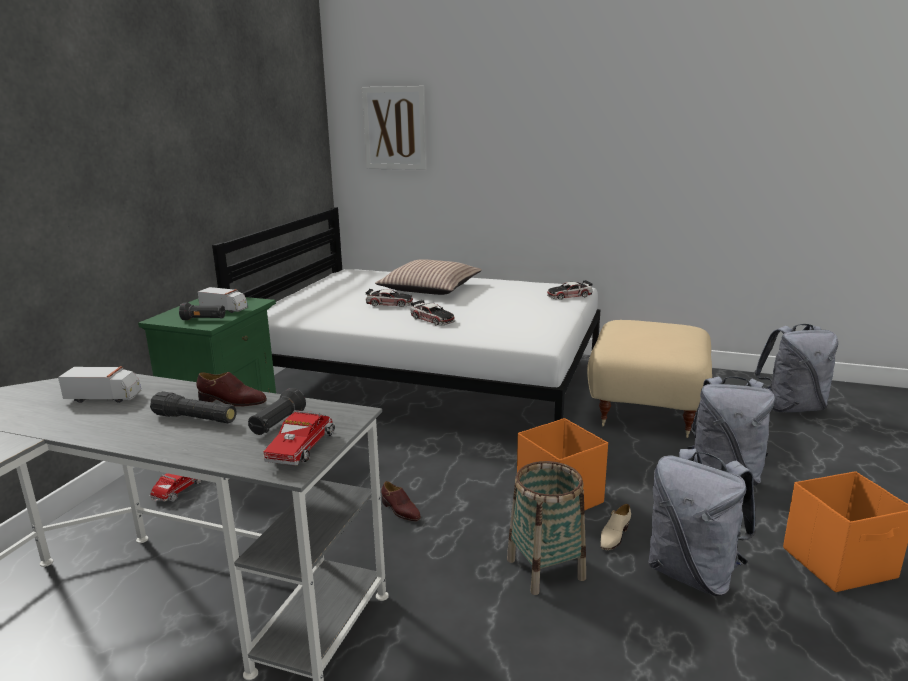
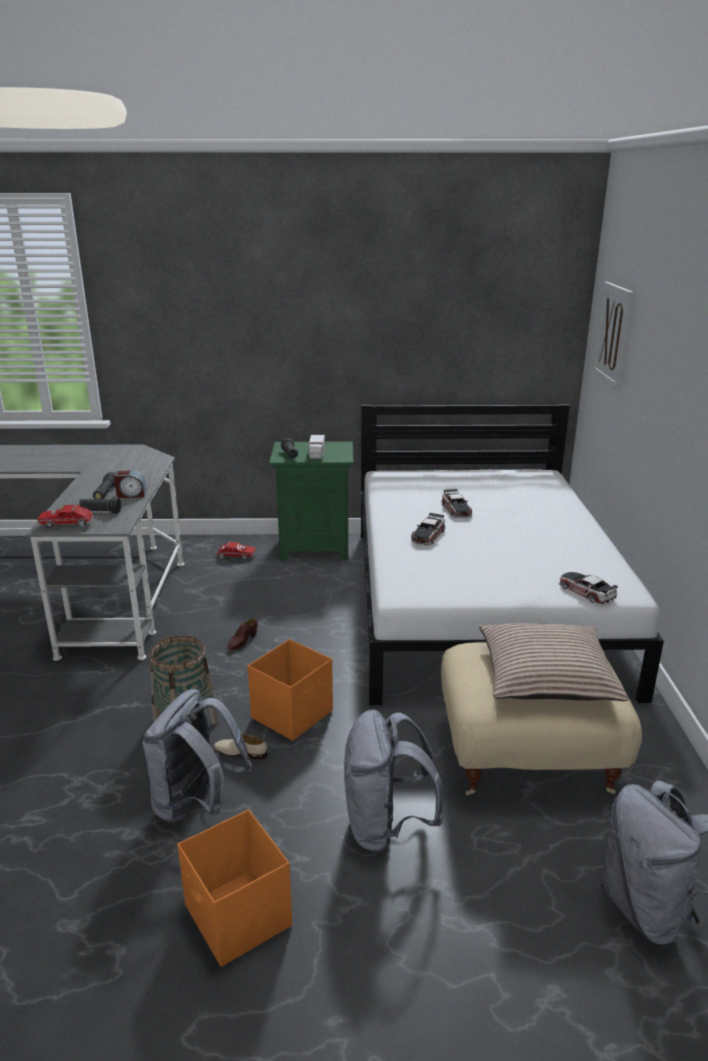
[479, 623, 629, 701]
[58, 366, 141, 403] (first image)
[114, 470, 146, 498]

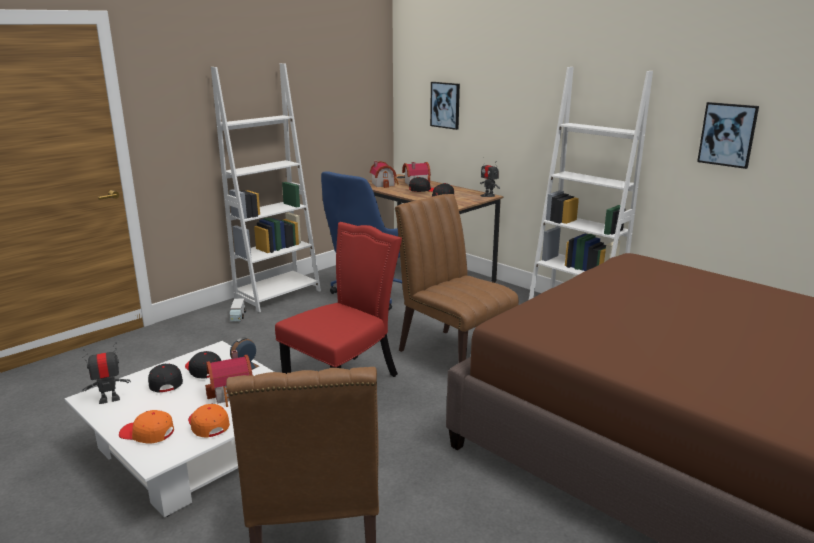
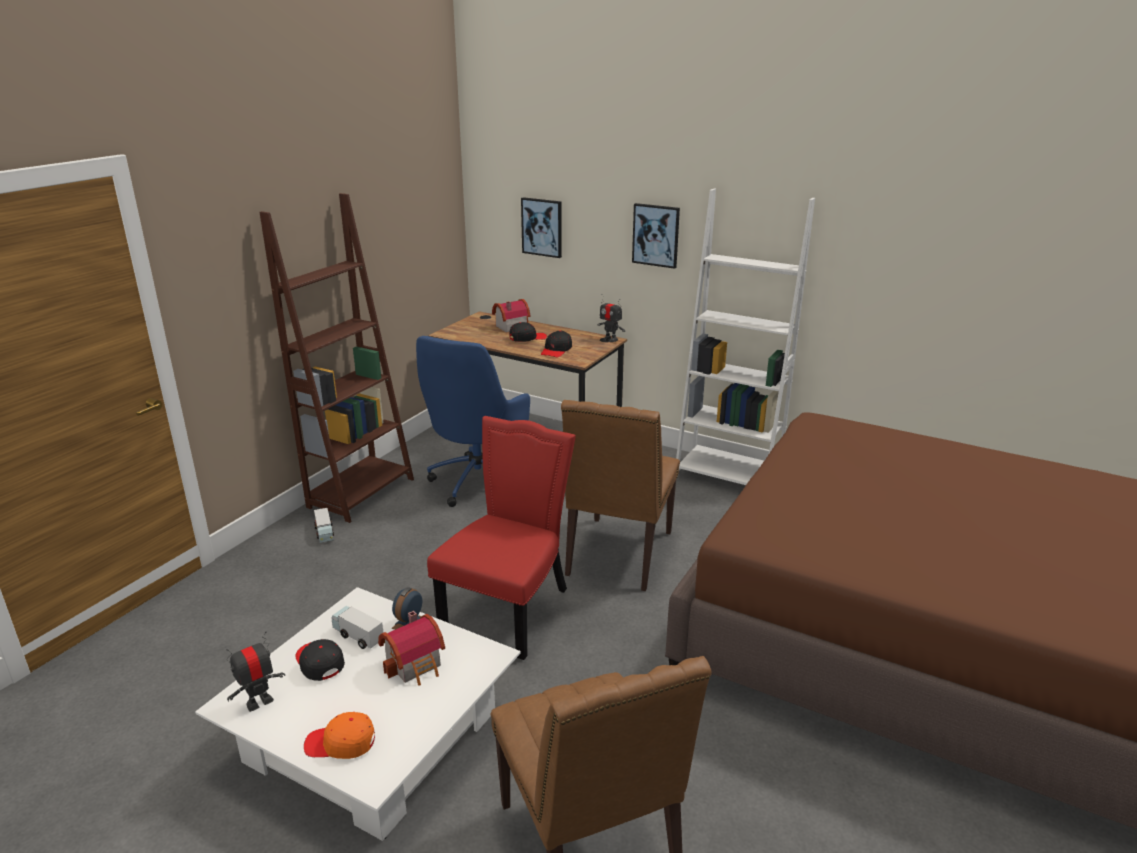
[260, 193, 414, 523]
[632, 203, 680, 269]
[370, 161, 399, 188] (first image)
[561, 400, 680, 591]
[331, 606, 383, 649]
[188, 404, 230, 438] (first image)

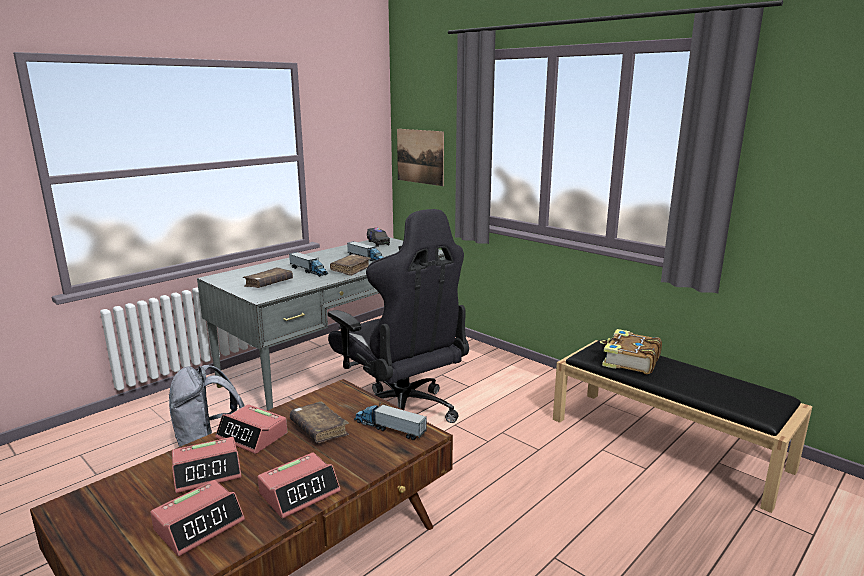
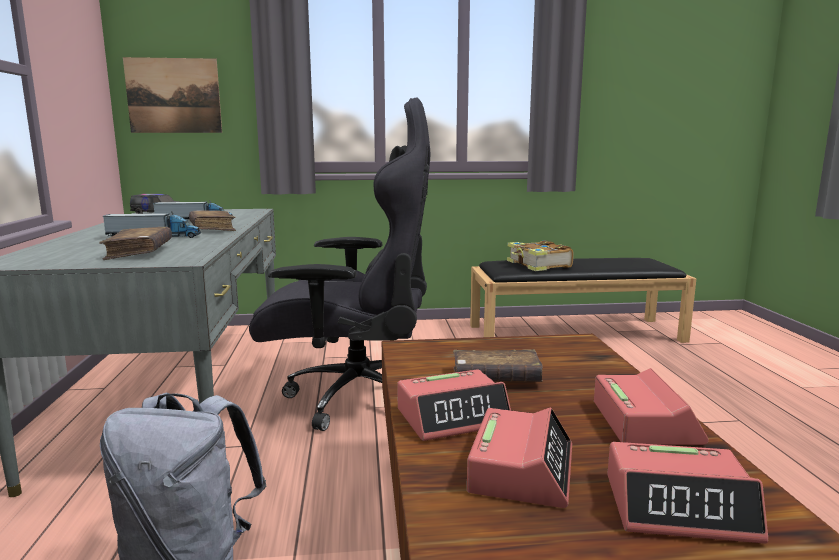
[354, 402, 427, 440] (first image)
[607, 442, 768, 544]

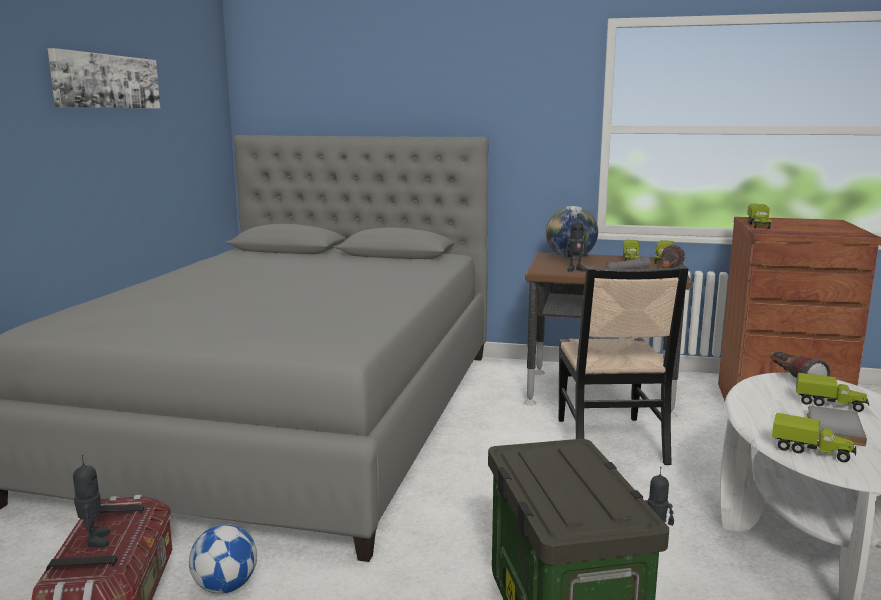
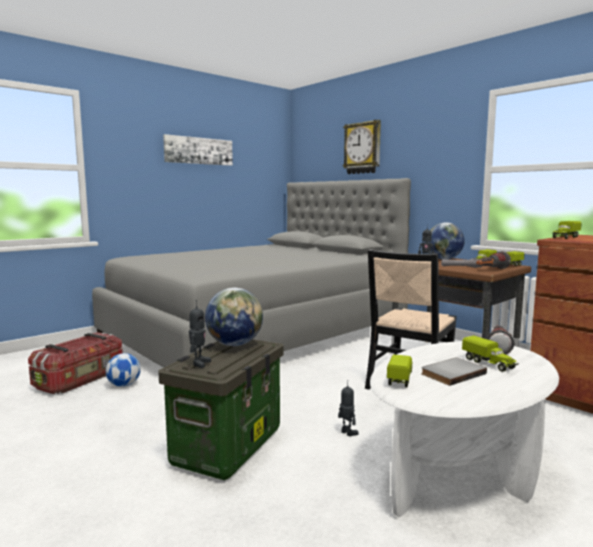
[387, 354, 413, 387]
[189, 300, 211, 368]
[343, 120, 381, 174]
[205, 288, 263, 346]

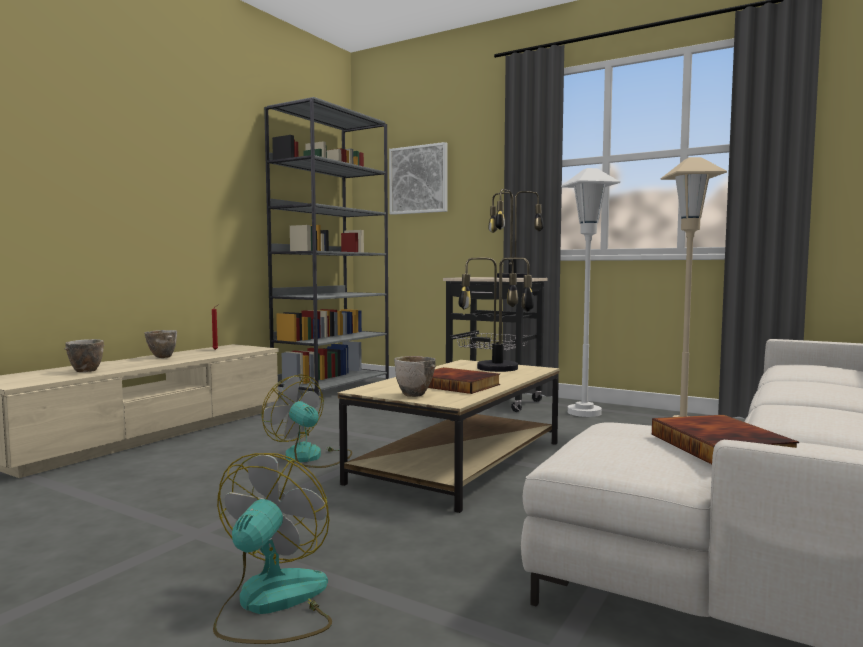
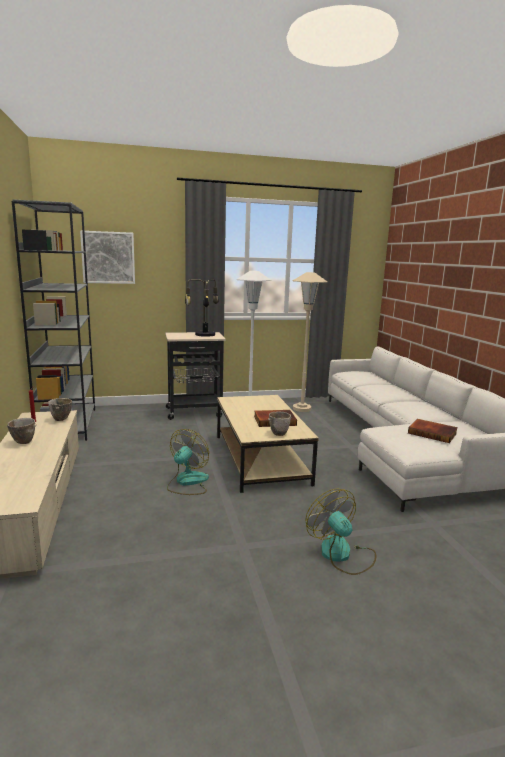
[459, 257, 534, 372] (first image)
[48, 398, 72, 421]
[167, 429, 209, 495]

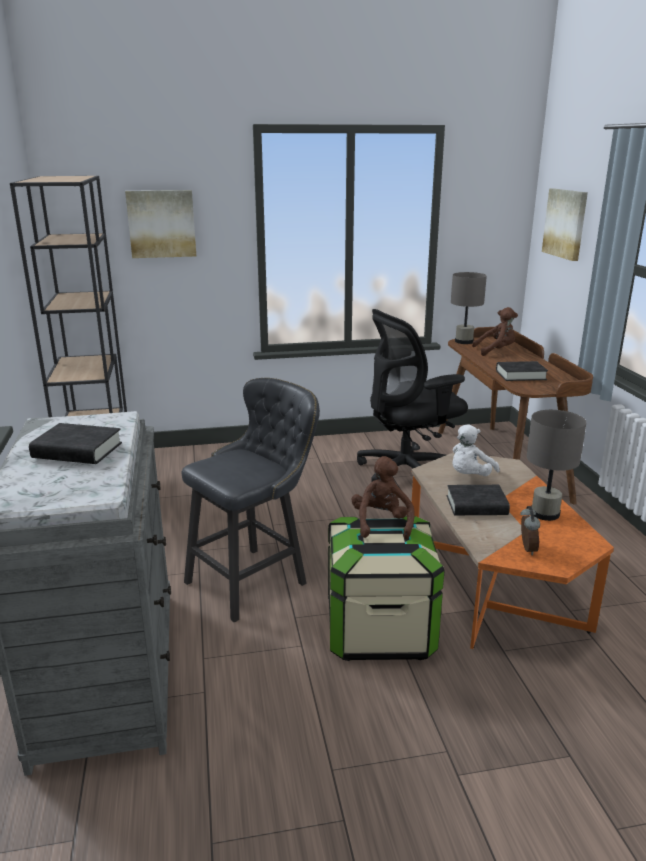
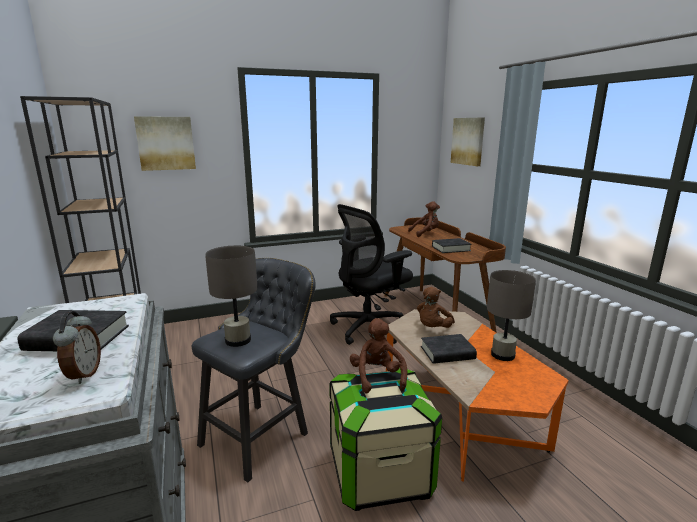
[205, 246, 257, 347]
[417, 287, 455, 328]
[53, 311, 101, 384]

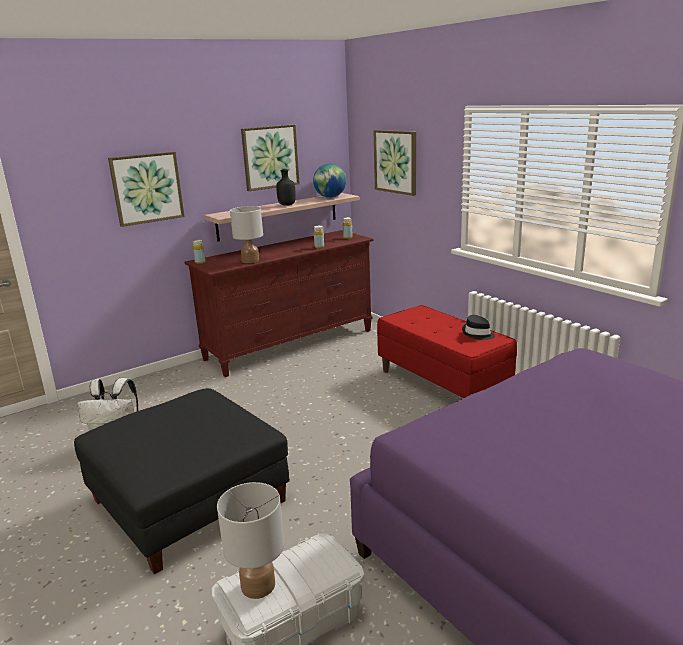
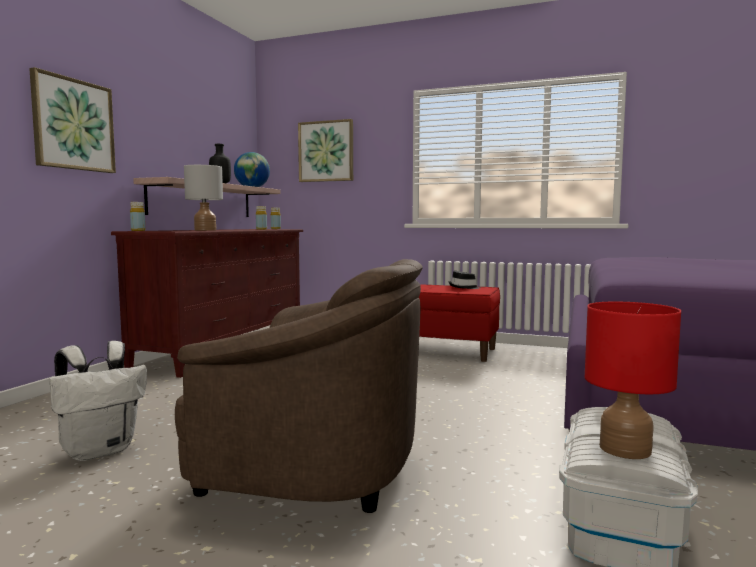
[241, 124, 300, 191] (first image)
[175, 259, 423, 513]
[585, 302, 681, 459]

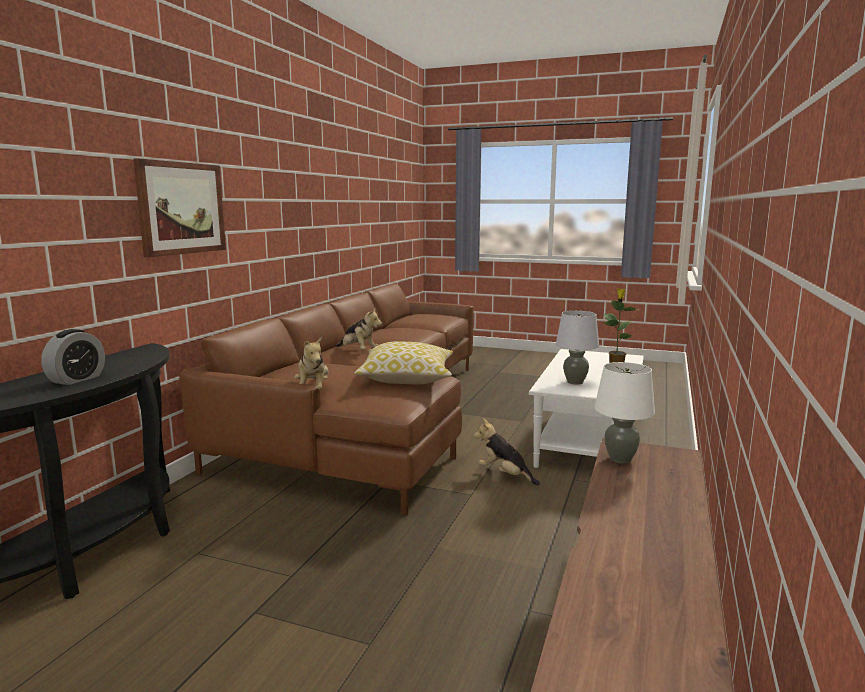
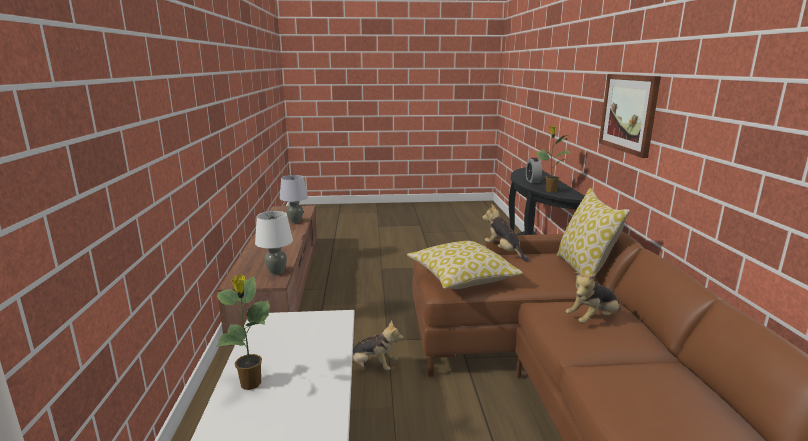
[566, 272, 621, 323]
[280, 175, 308, 223]
[535, 126, 570, 192]
[557, 188, 630, 276]

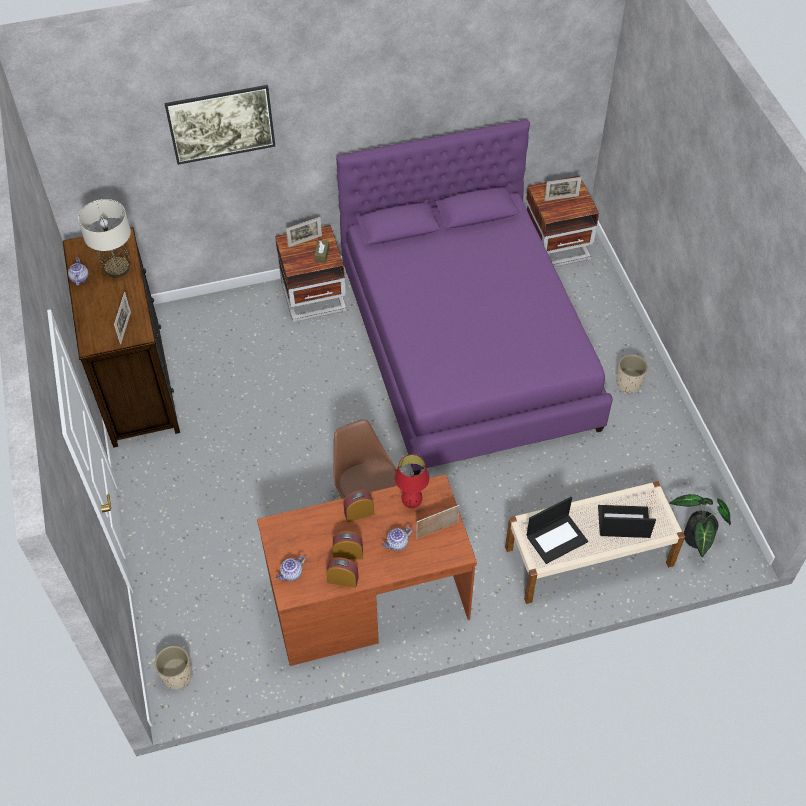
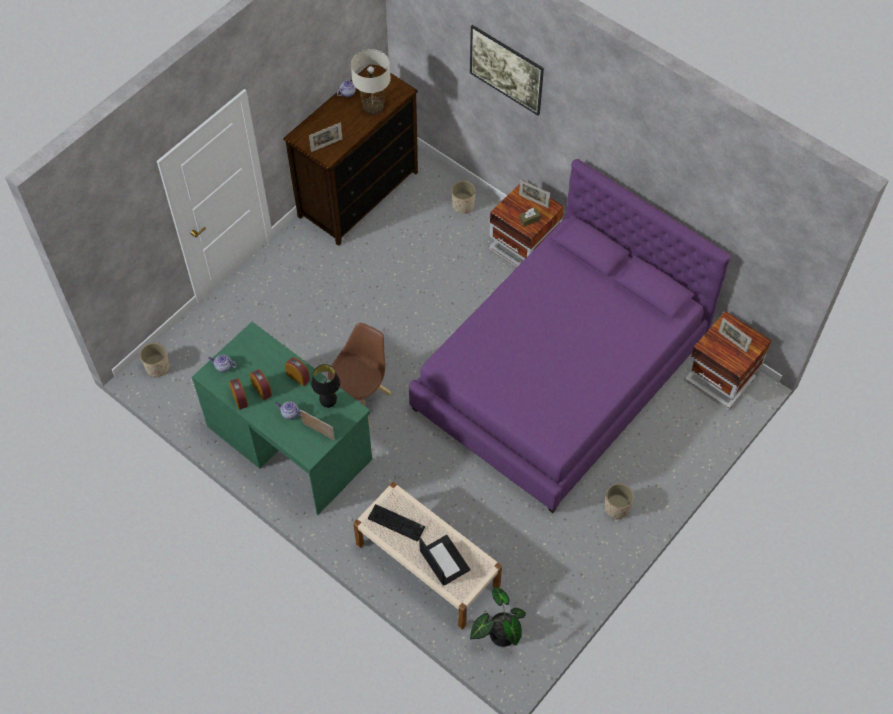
[311, 364, 340, 408]
[192, 322, 372, 515]
[368, 504, 425, 542]
[451, 181, 476, 214]

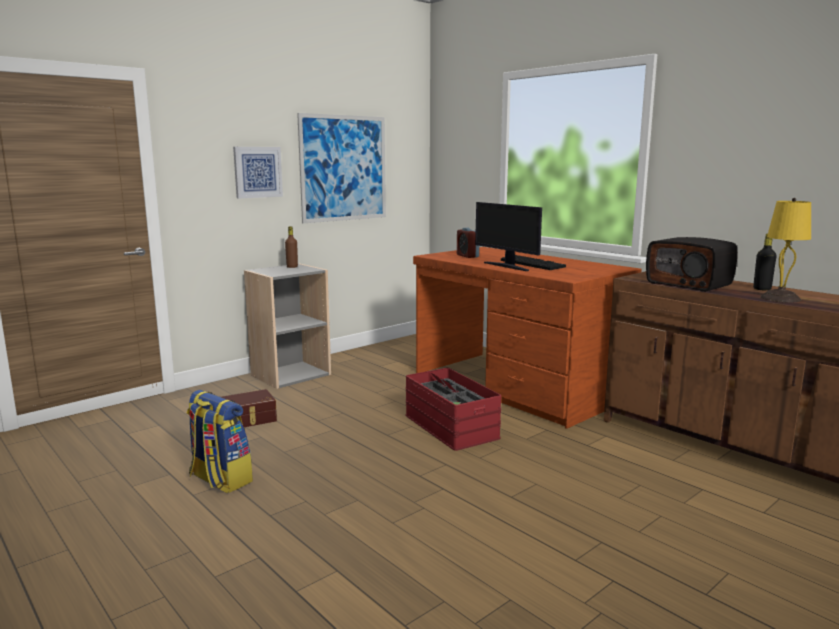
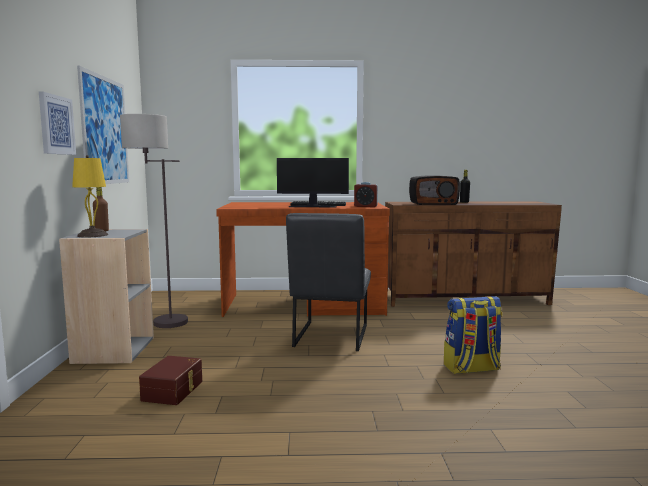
[72, 155, 109, 237]
[354, 182, 378, 207]
[286, 213, 371, 351]
[444, 296, 503, 374]
[120, 114, 188, 328]

